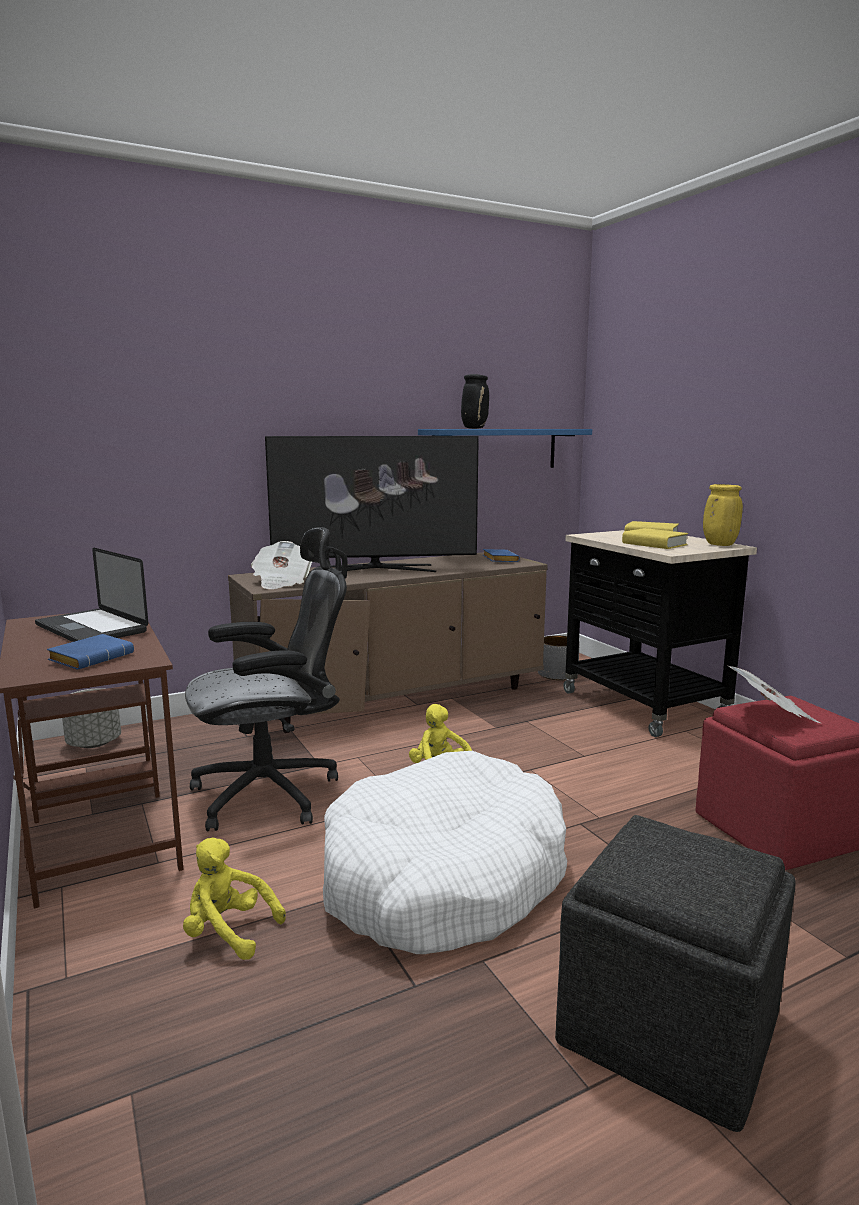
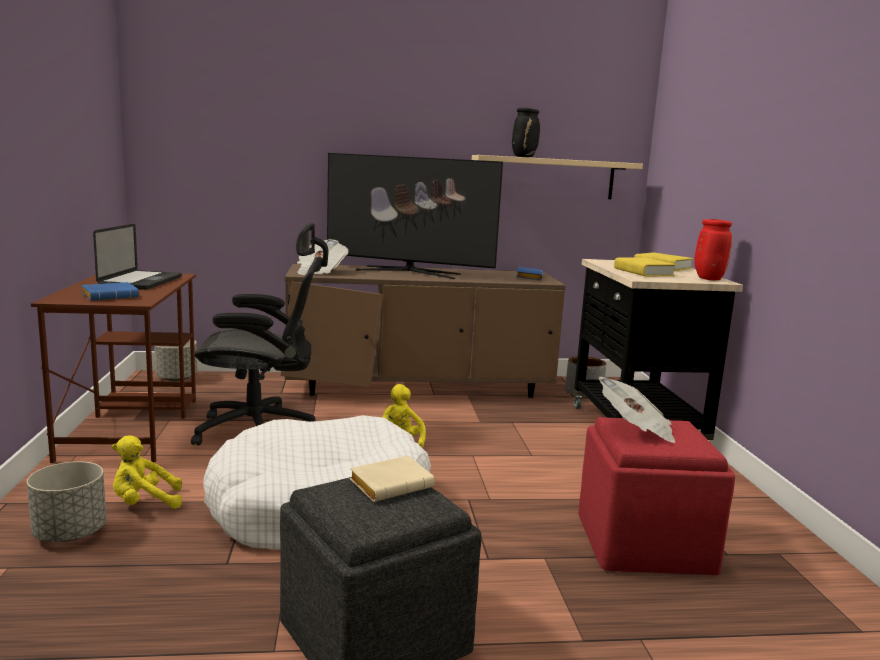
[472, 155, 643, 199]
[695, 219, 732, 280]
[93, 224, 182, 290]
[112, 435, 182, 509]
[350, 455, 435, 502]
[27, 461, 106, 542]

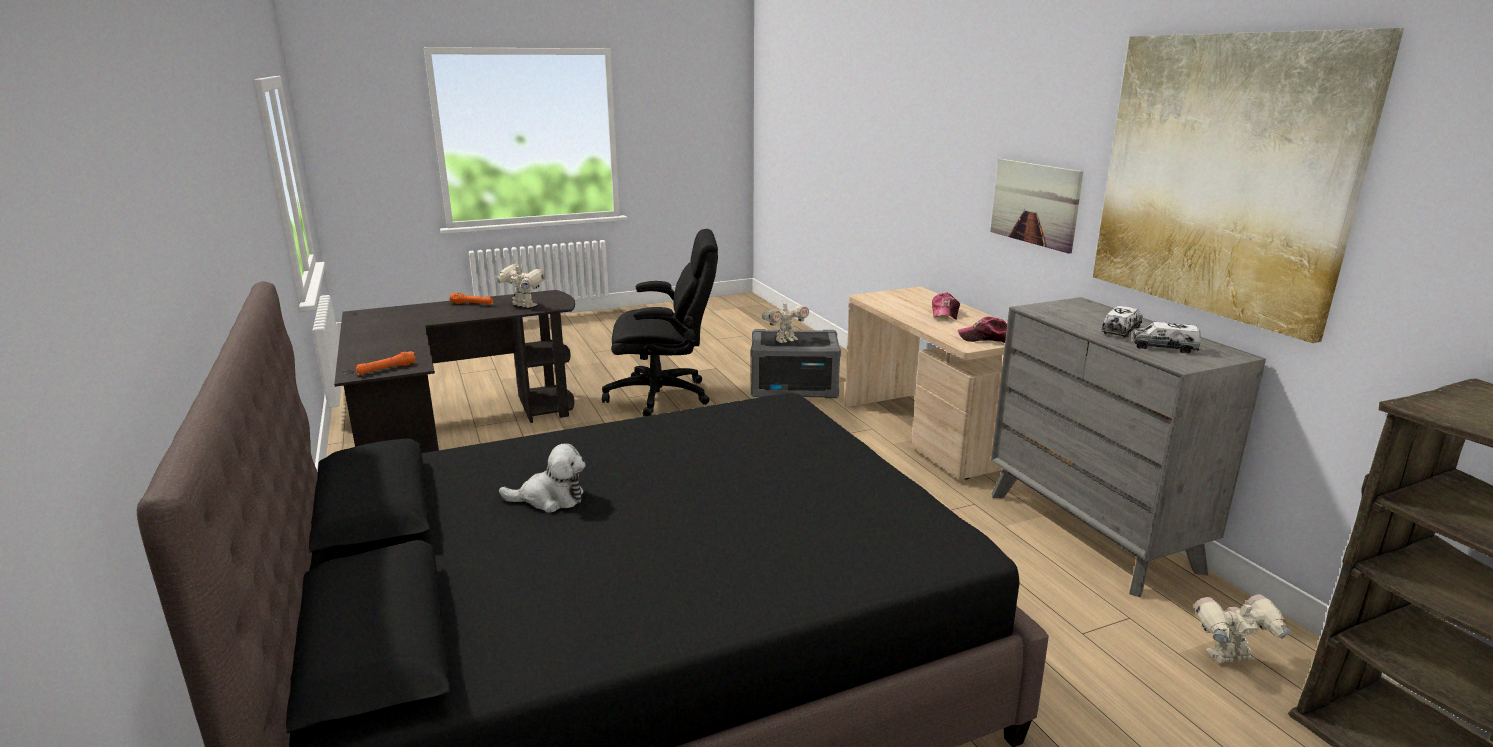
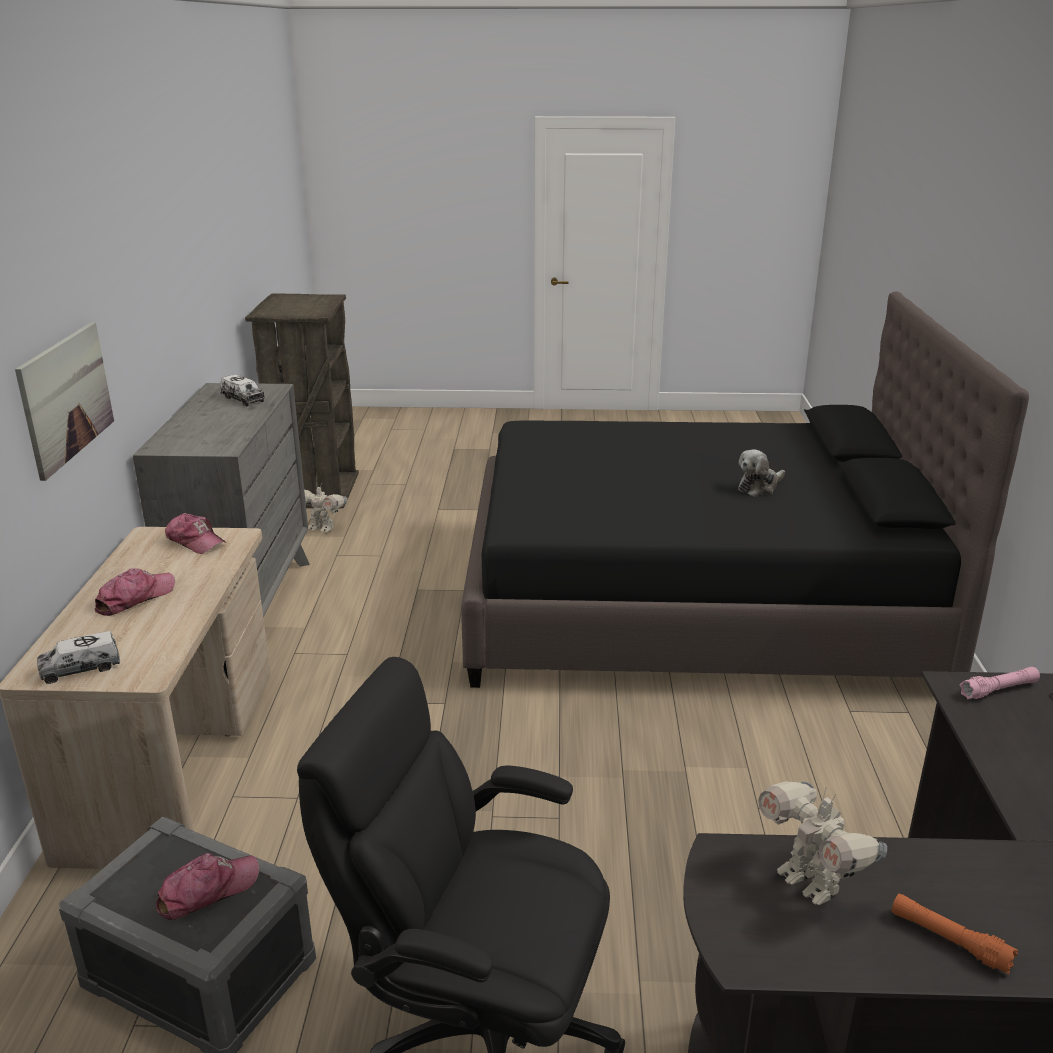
[1093, 28, 1404, 343] (first image)
[156, 853, 259, 920]
[37, 631, 120, 684]
[959, 667, 1040, 699]
[738, 449, 785, 497]

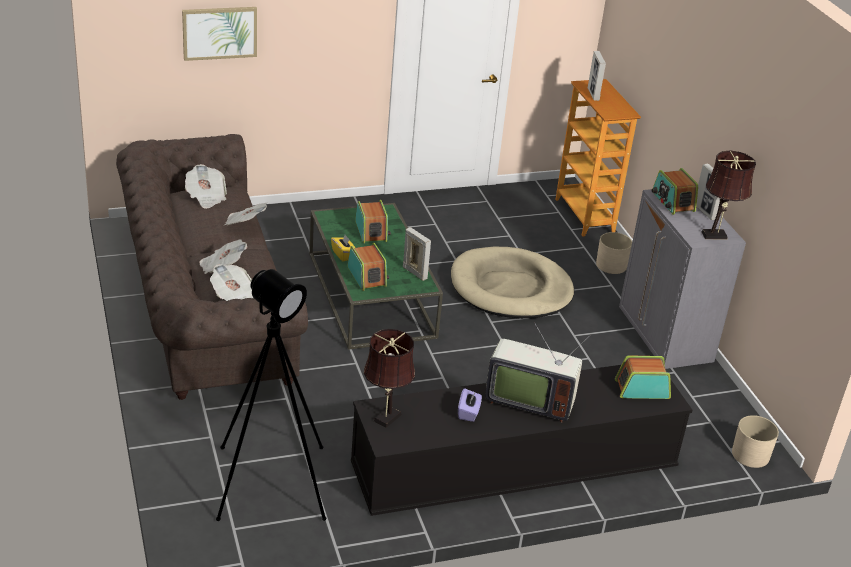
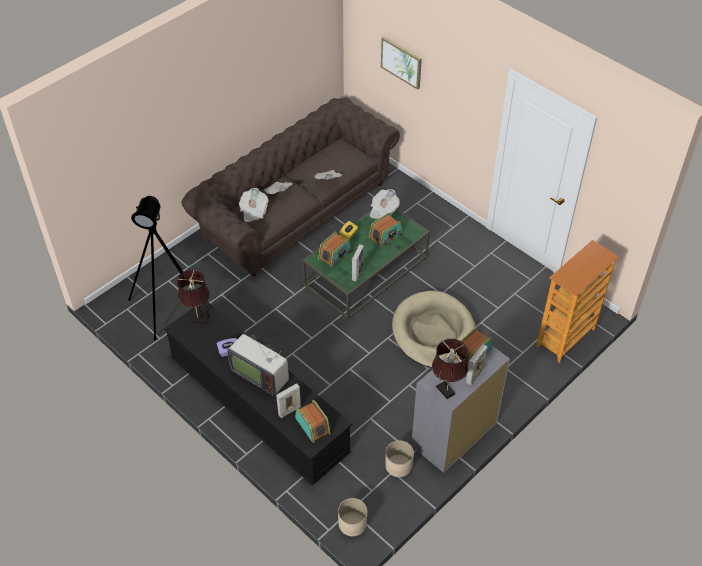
[276, 383, 301, 418]
[370, 189, 400, 219]
[385, 440, 414, 477]
[227, 334, 289, 396]

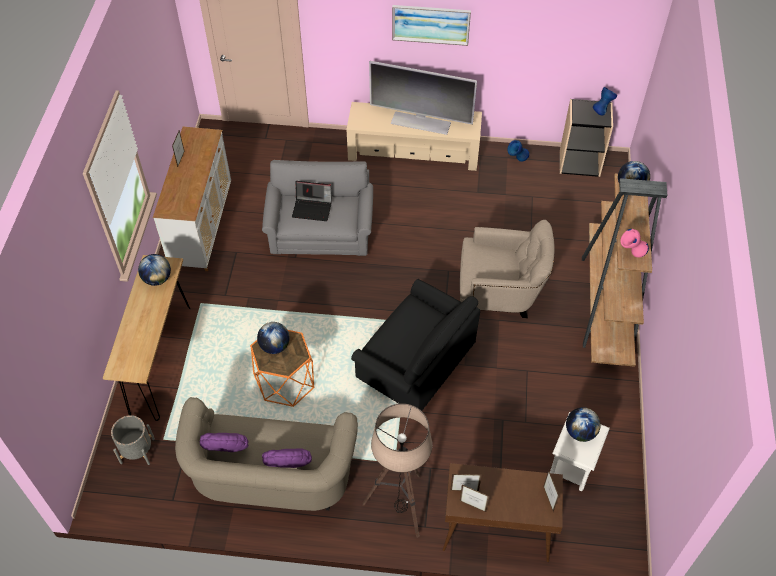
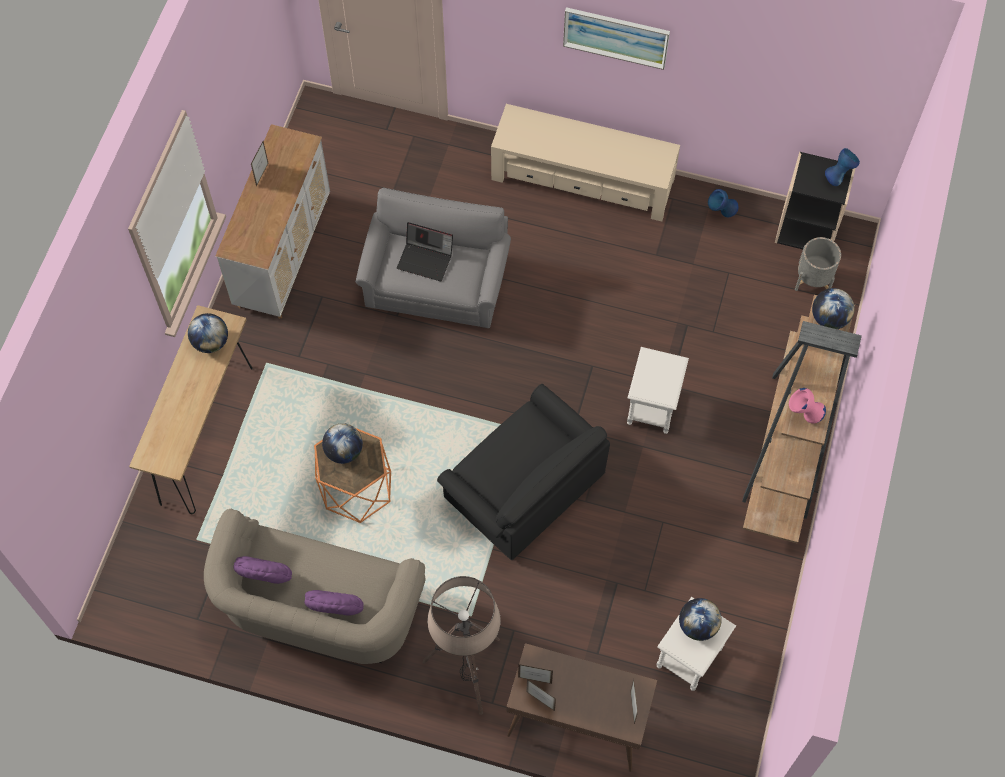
[369, 61, 477, 135] (first image)
[627, 347, 689, 434]
[795, 237, 841, 291]

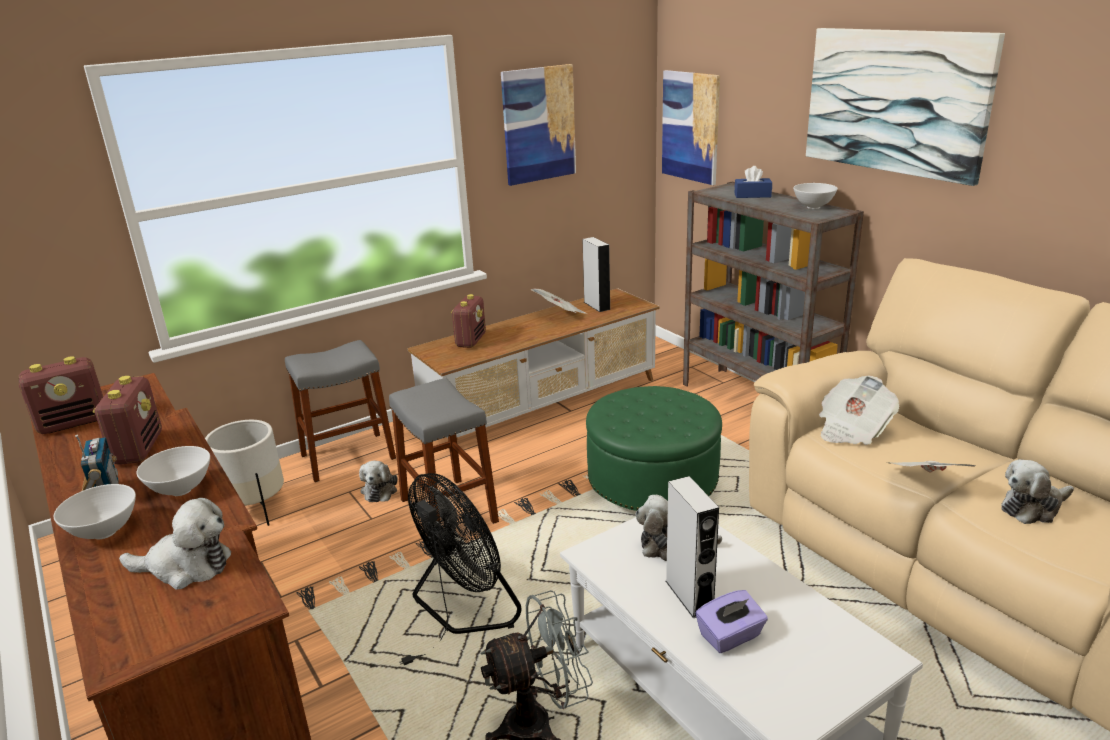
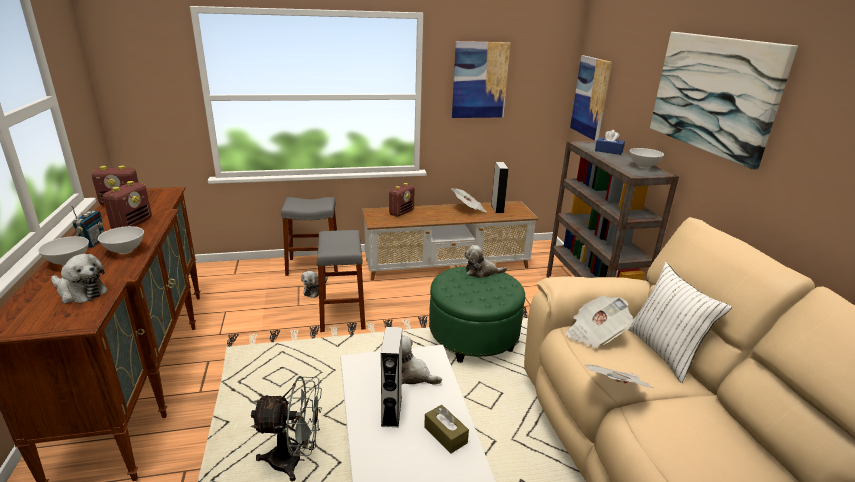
[205, 420, 284, 526] (first image)
[464, 245, 507, 278]
[399, 473, 521, 665] (first image)
[696, 590, 768, 653] (first image)
[628, 262, 732, 383]
[424, 405, 469, 454]

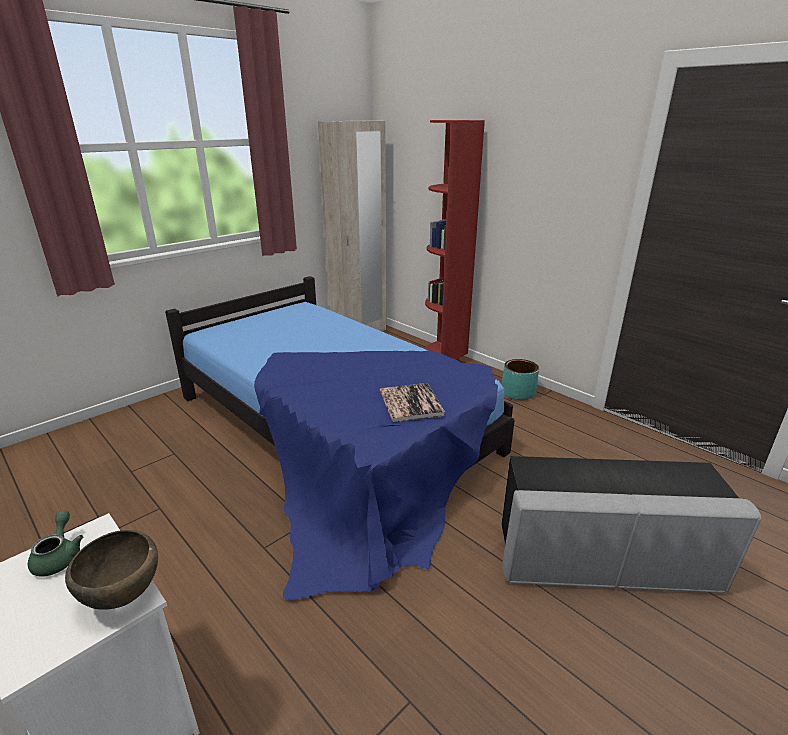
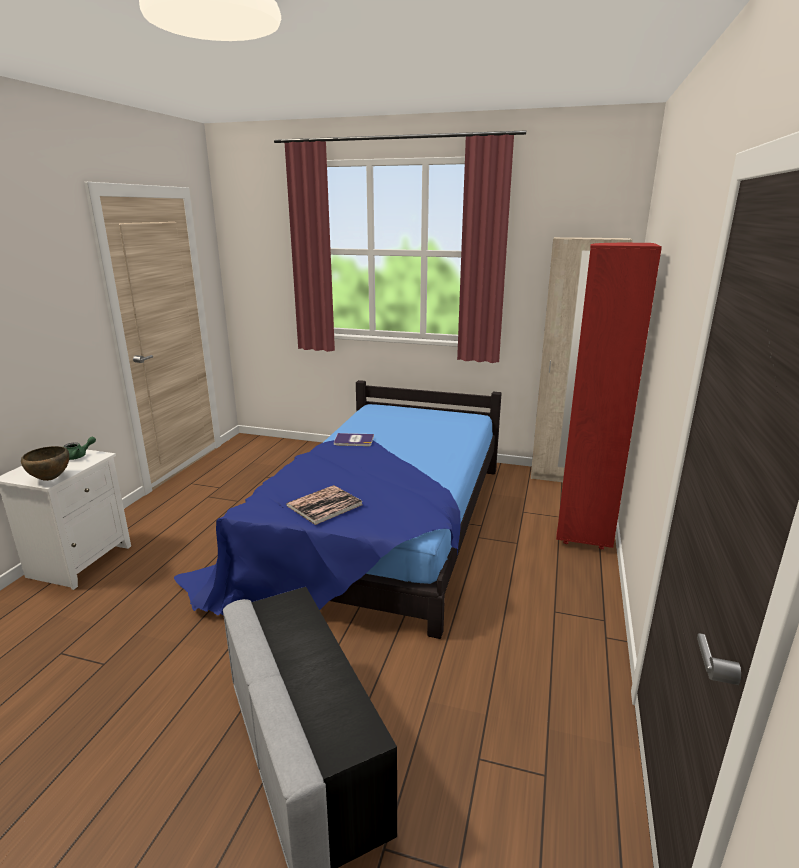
[502, 359, 539, 400] (first image)
[334, 433, 374, 446]

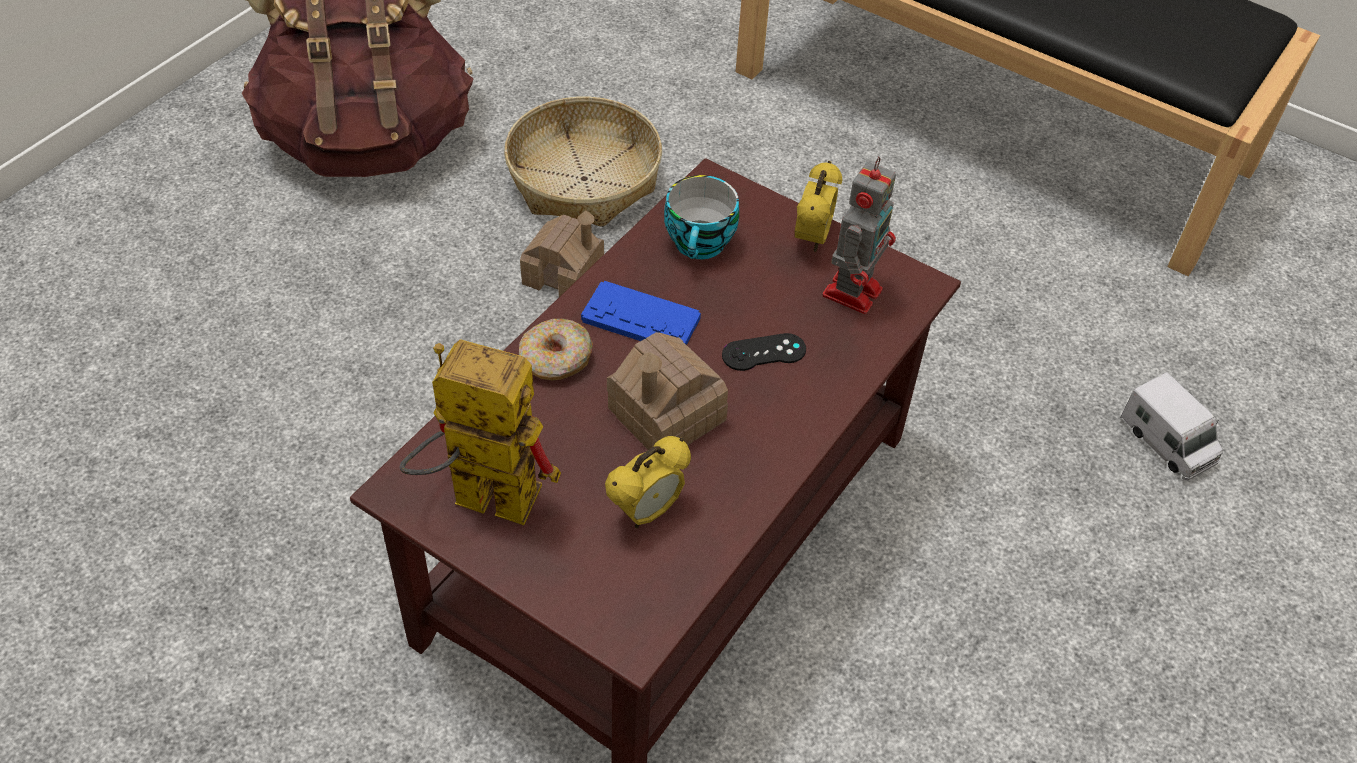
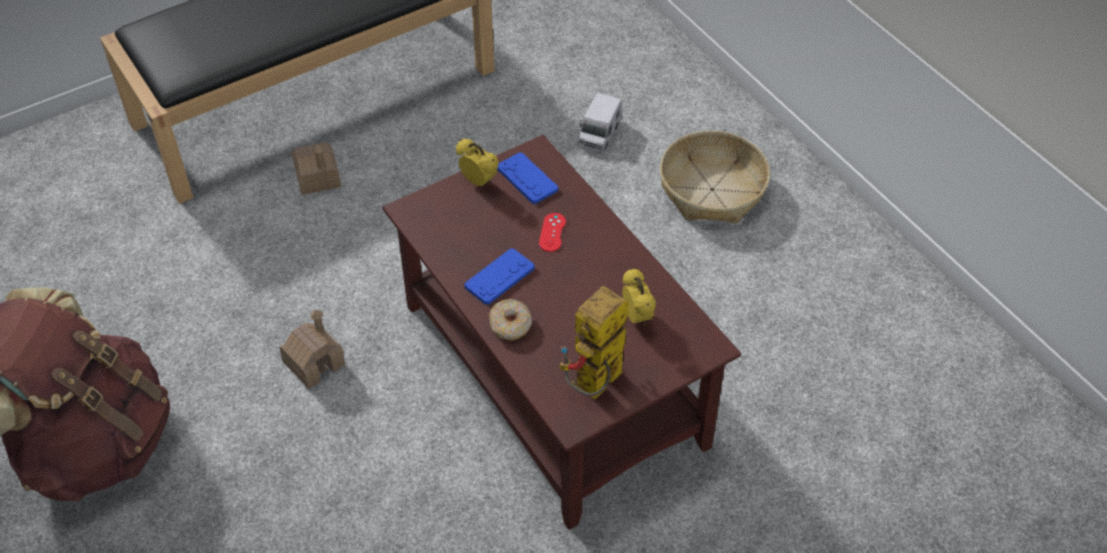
[660, 131, 770, 223]
[497, 152, 558, 204]
[664, 175, 739, 259] (first image)
[291, 142, 341, 195]
[539, 213, 566, 252]
[578, 93, 622, 153]

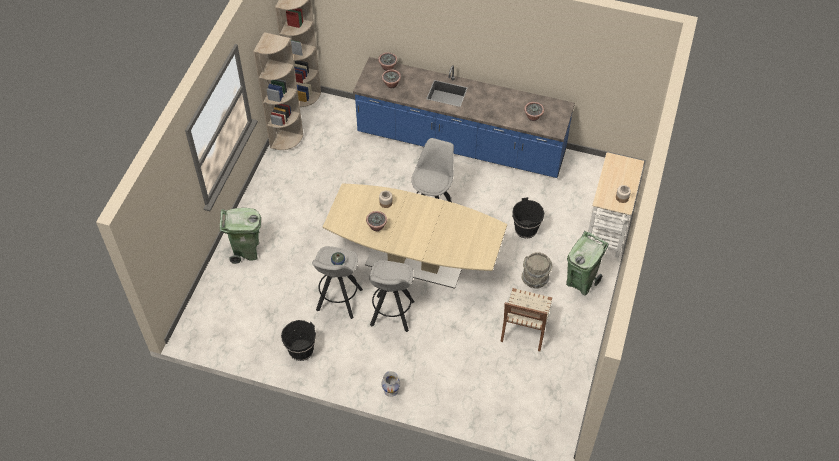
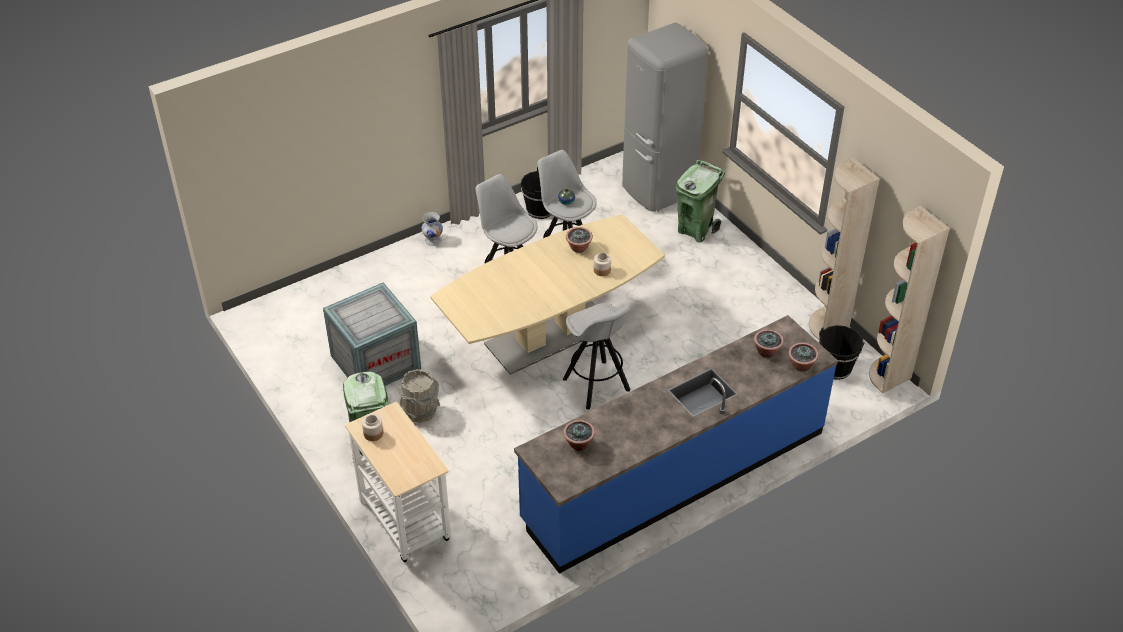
[819, 325, 865, 380]
[323, 282, 421, 386]
[622, 22, 708, 212]

